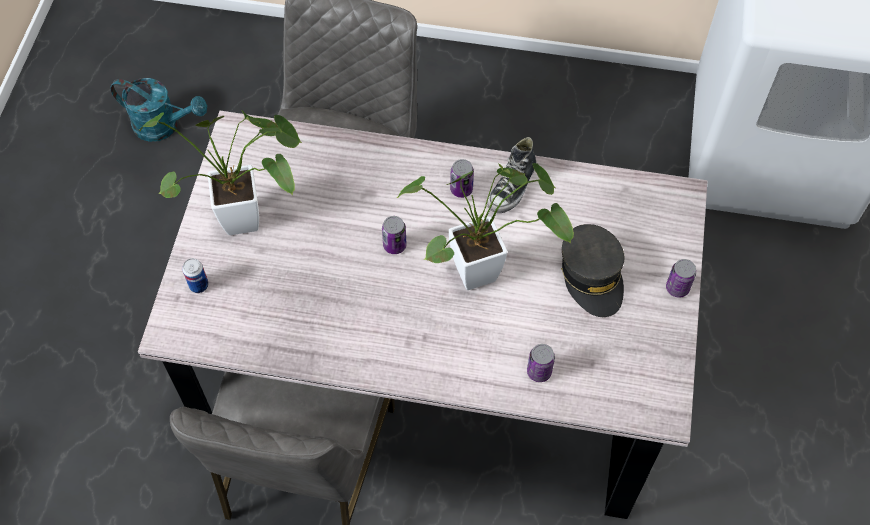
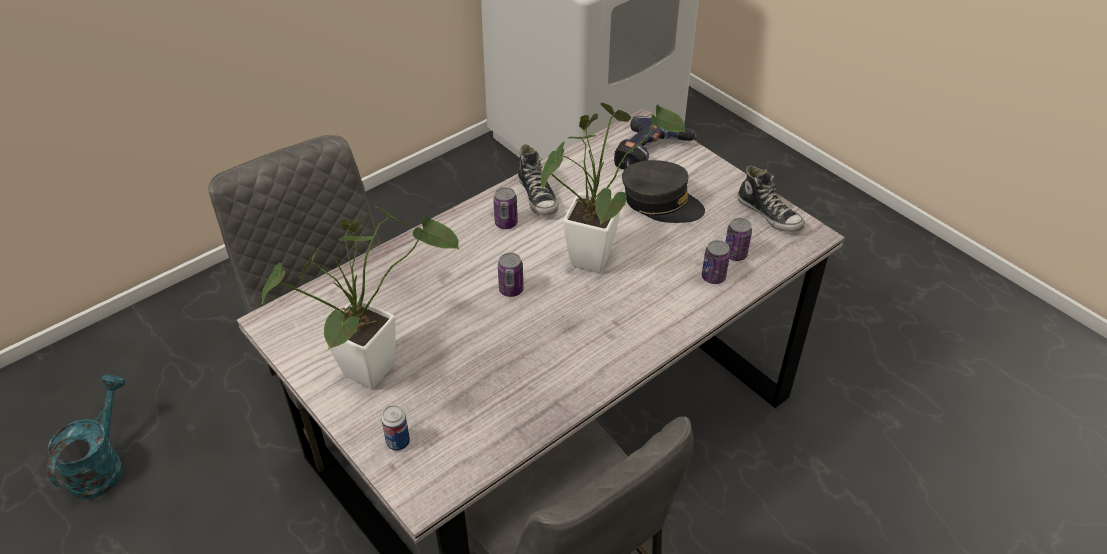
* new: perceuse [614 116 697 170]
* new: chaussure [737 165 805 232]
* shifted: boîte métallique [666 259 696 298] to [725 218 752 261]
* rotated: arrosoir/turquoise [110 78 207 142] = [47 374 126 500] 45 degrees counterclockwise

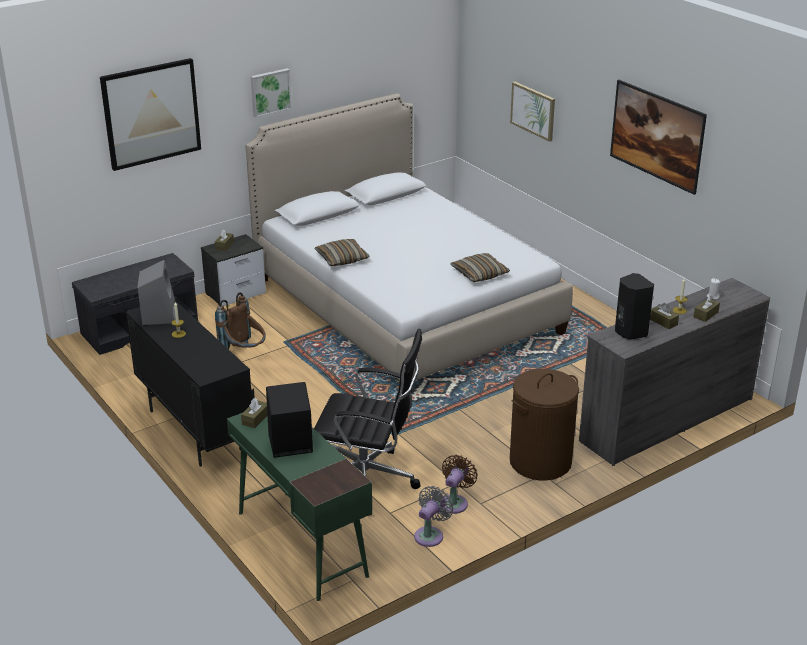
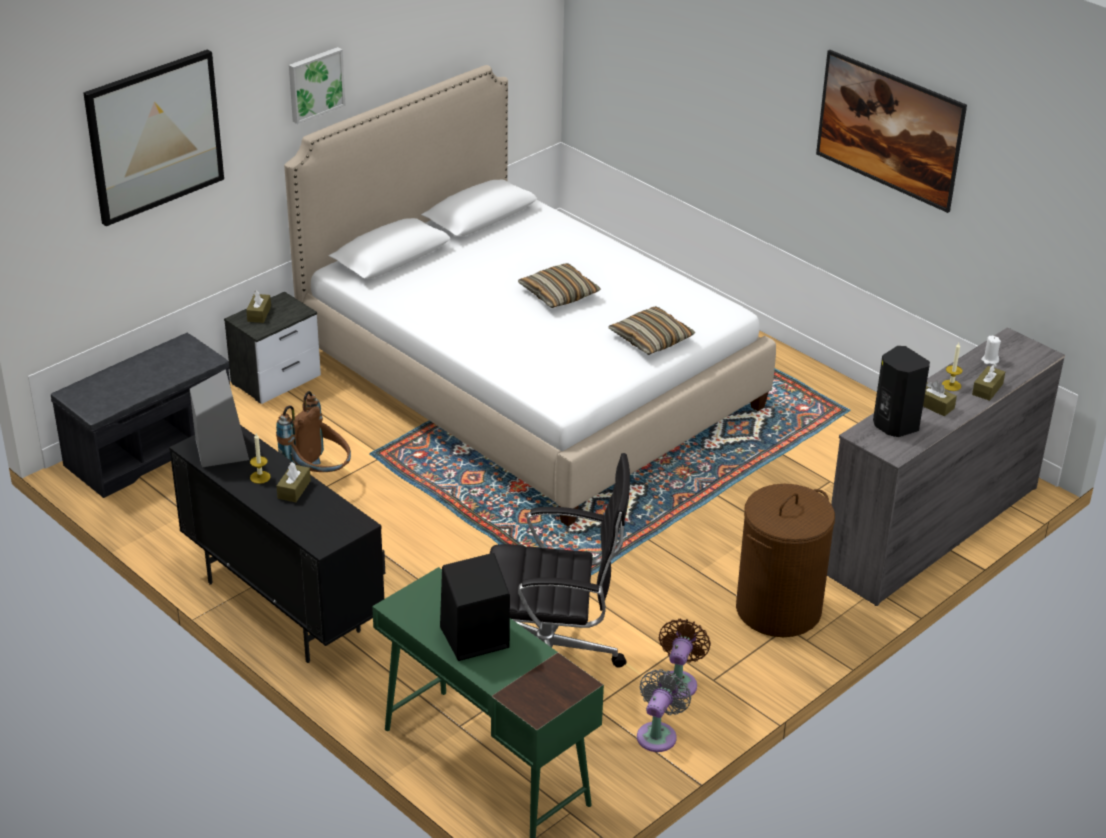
* gone: tableau [510 82 555 142]
* shifted: boîte à mouchoirs/marron [241 398 267 428] to [277 462 311 502]
* shifted: coussin [314 239 369 266] to [518 263 600 308]

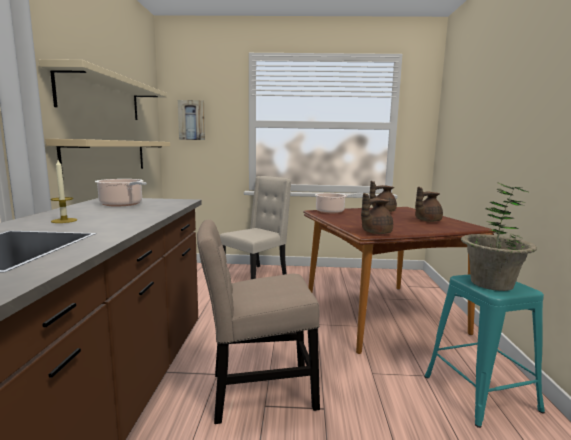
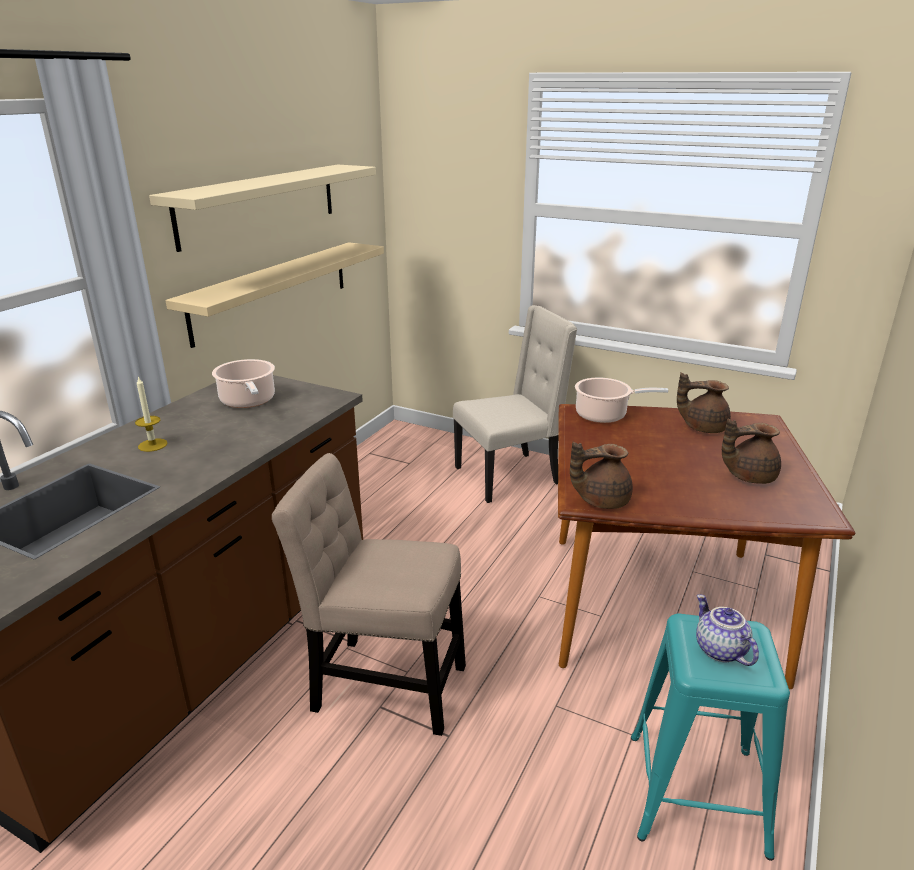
* gone: tableau [178 100 205 140]
* swapped: plante en pot [461 182 537 291] to théière [696 594 759 666]

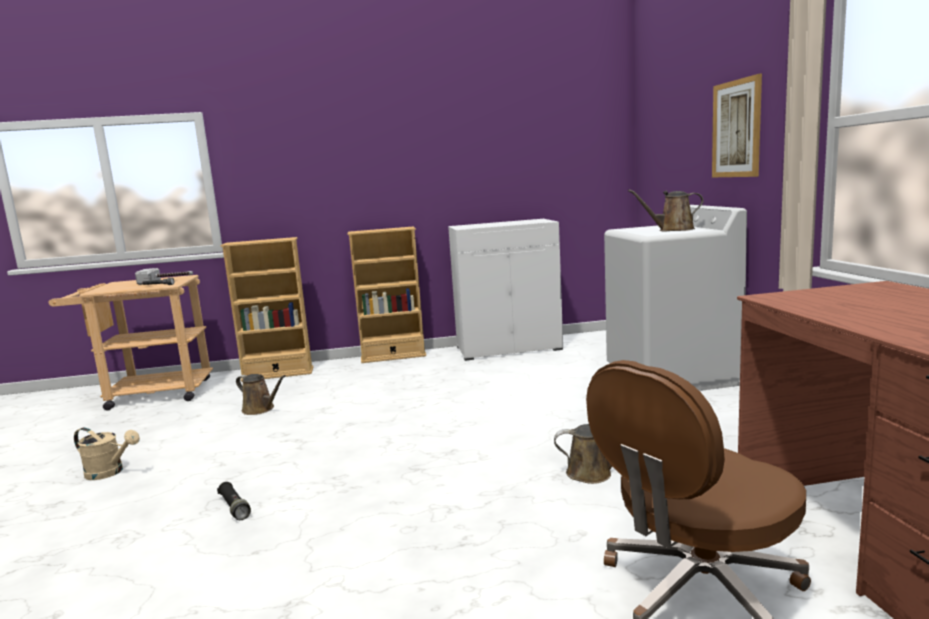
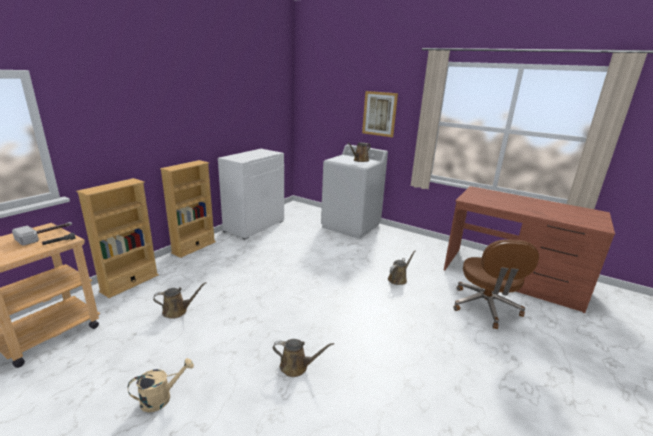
* swapped: lampe de poche/noir [217 482 251 520] to arrosoir/marron [273 339 334 377]

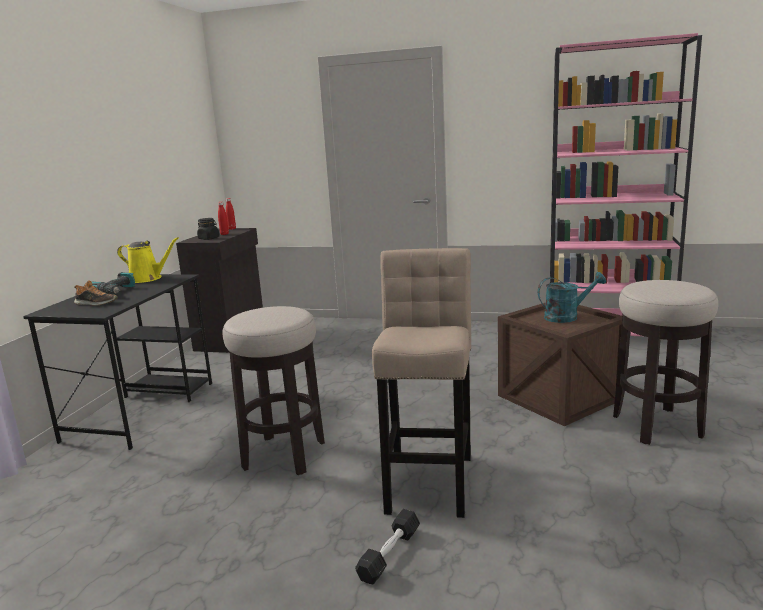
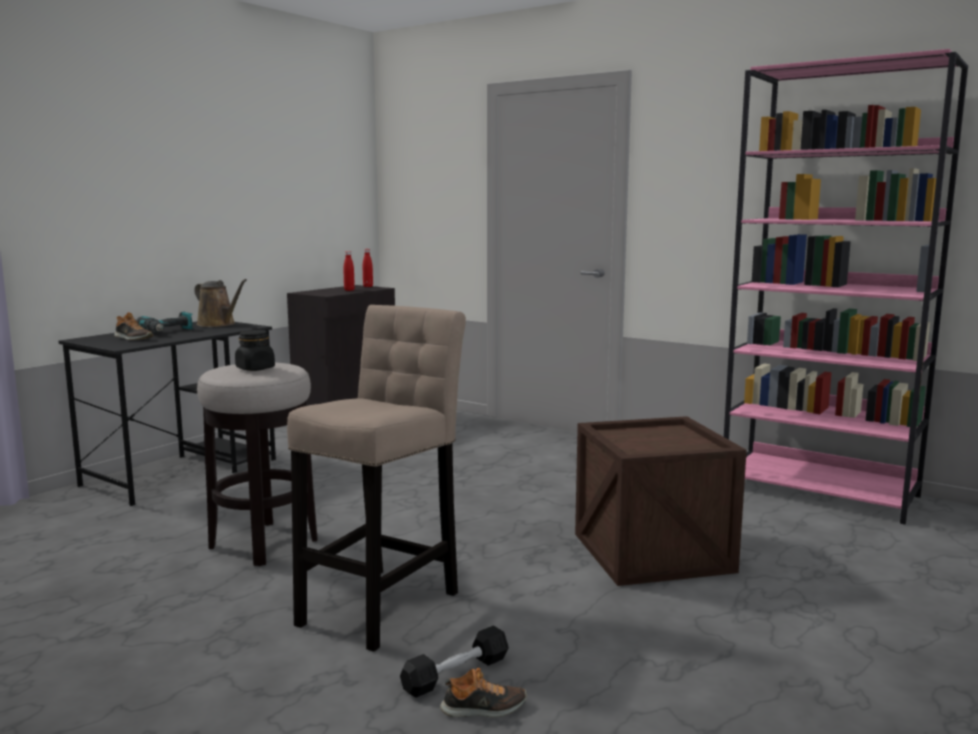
* gone: arrosoir/turquoise [538 272 606 323]
* gone: tabouret [613 280 718 445]
* new: chaussure [440 668 527 717]
* shifted: bocal/noir [197 218 219 240] to [235 330 275 371]
* shifted: haltère/noir [355 509 420 584] to [400 626 509 698]
* repainted: arrosoir/jaune [117 237 179 283] to arrosoir/marron [194 279 247 327]

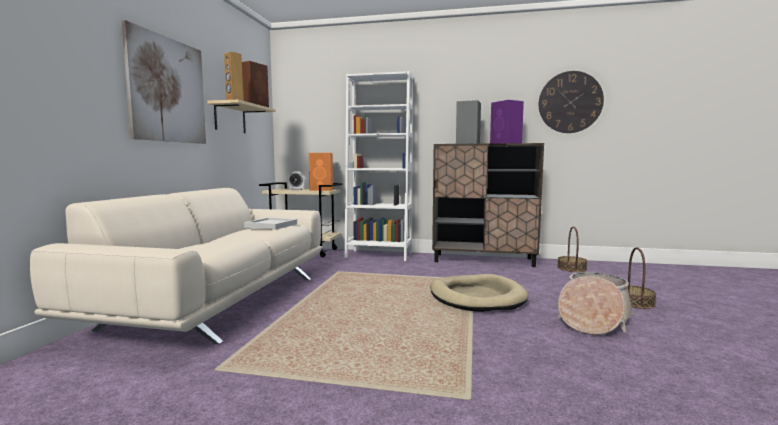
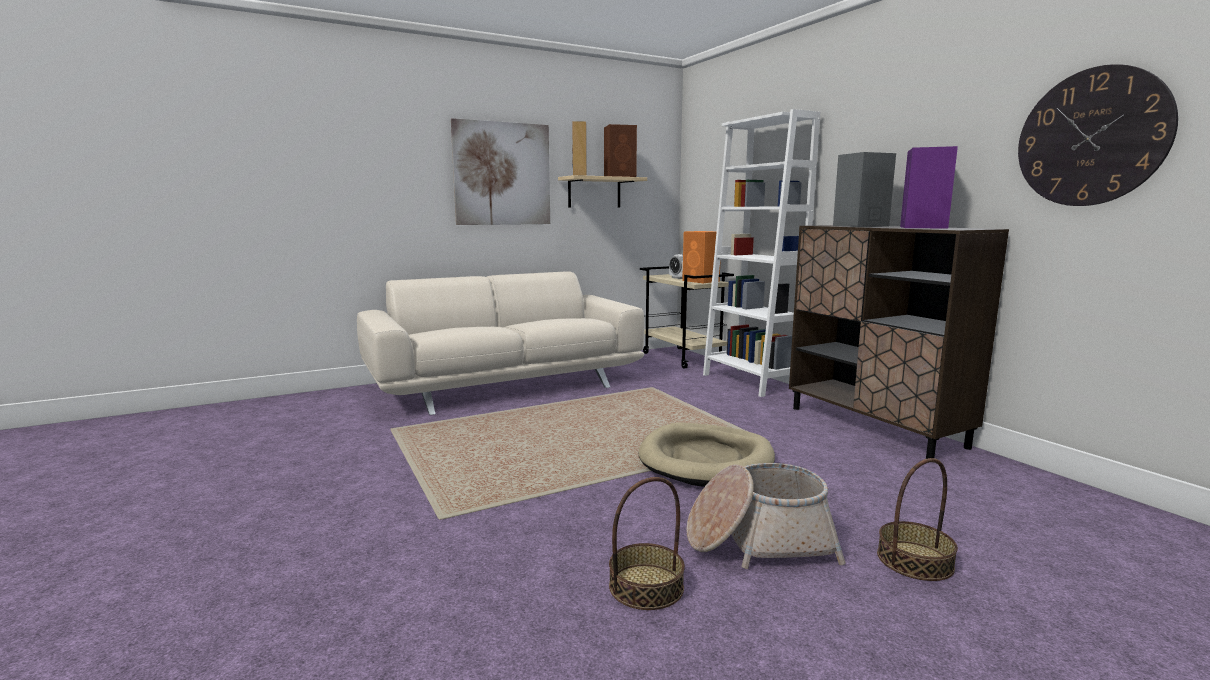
* gone: plateau/blanc [244 217 297 230]
* shifted: panier [557 227 587 272] to [609 477 685 610]

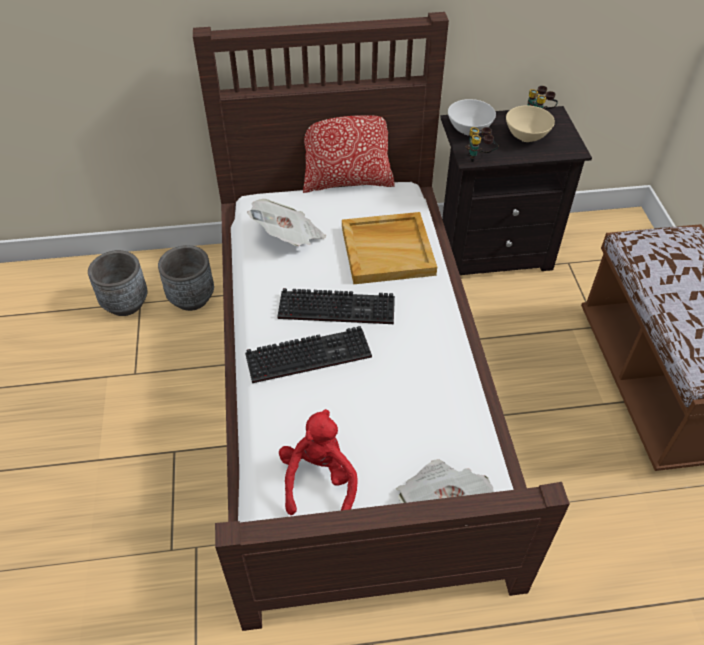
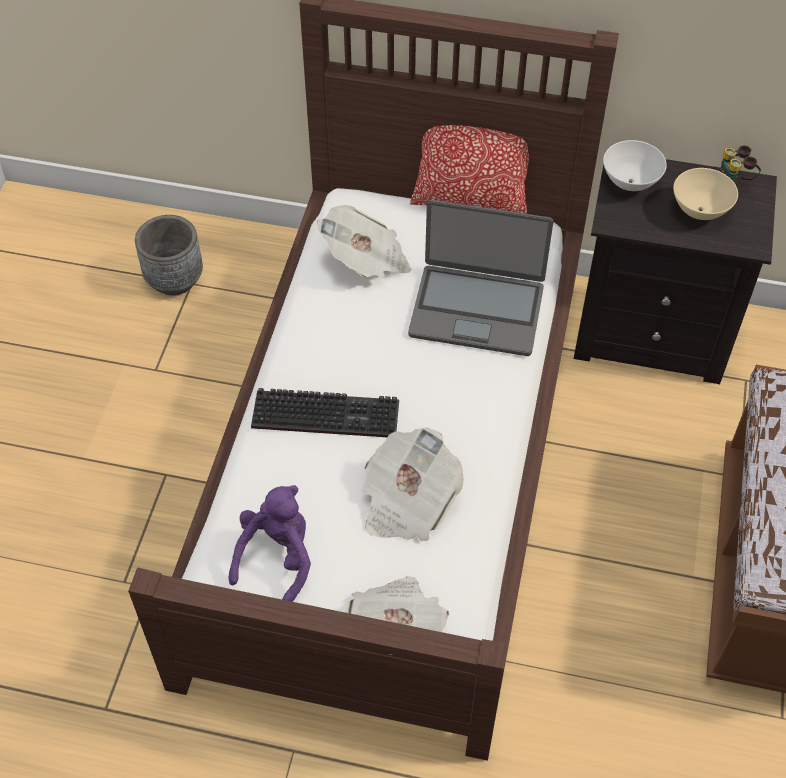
* gone: cache-pot/gris [158 245 214 311]
* gone: clavier [277 288 395 324]
* gone: jumelles [465 127 498 162]
* new: journal [362 428 464 541]
* swapped: plateau/beige [342 212 437 284] to ordinateur portable [408 200 553 356]
* repainted: peluche/rouge [279 409 357 515] to peluche/violet [229 485 311 602]

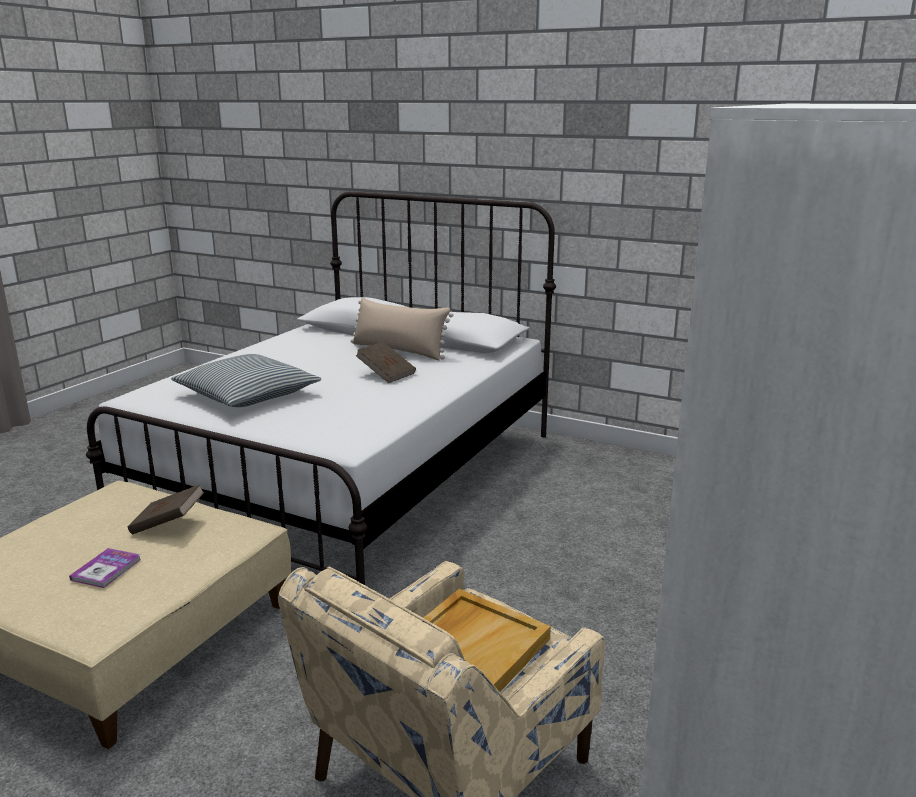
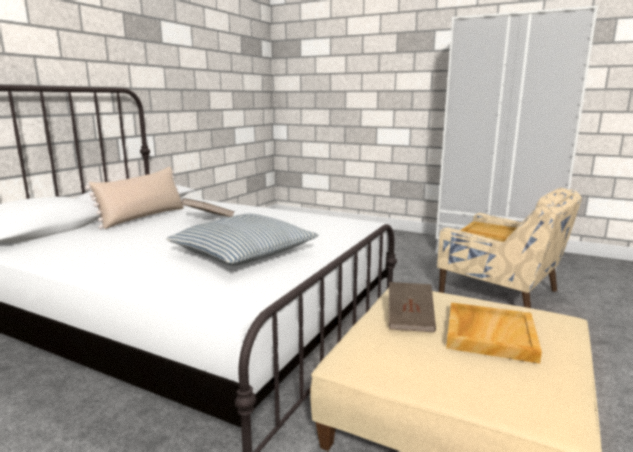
* swapped: livre [69 548 141 588] to plateau/beige [446 302 542 363]

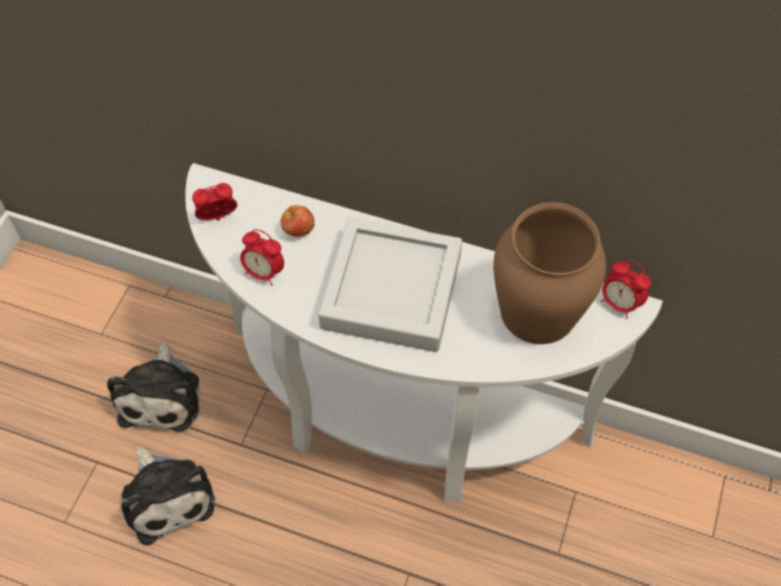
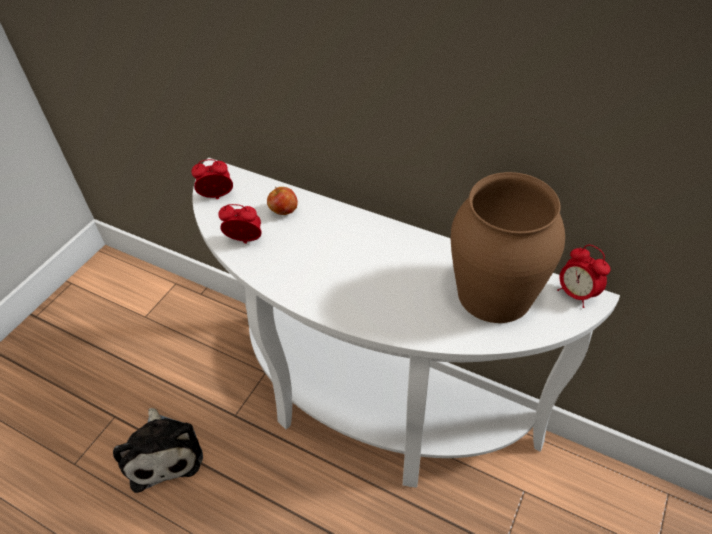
* gone: peluche [107 343 199 432]
* gone: plateau/gris [318 218 462 352]
* rotated: réveil [240 229 284 286] = [218 204 262 243] 150 degrees clockwise

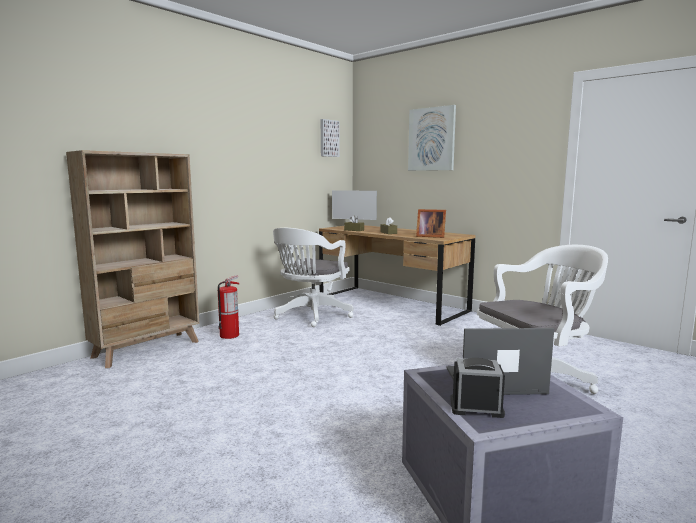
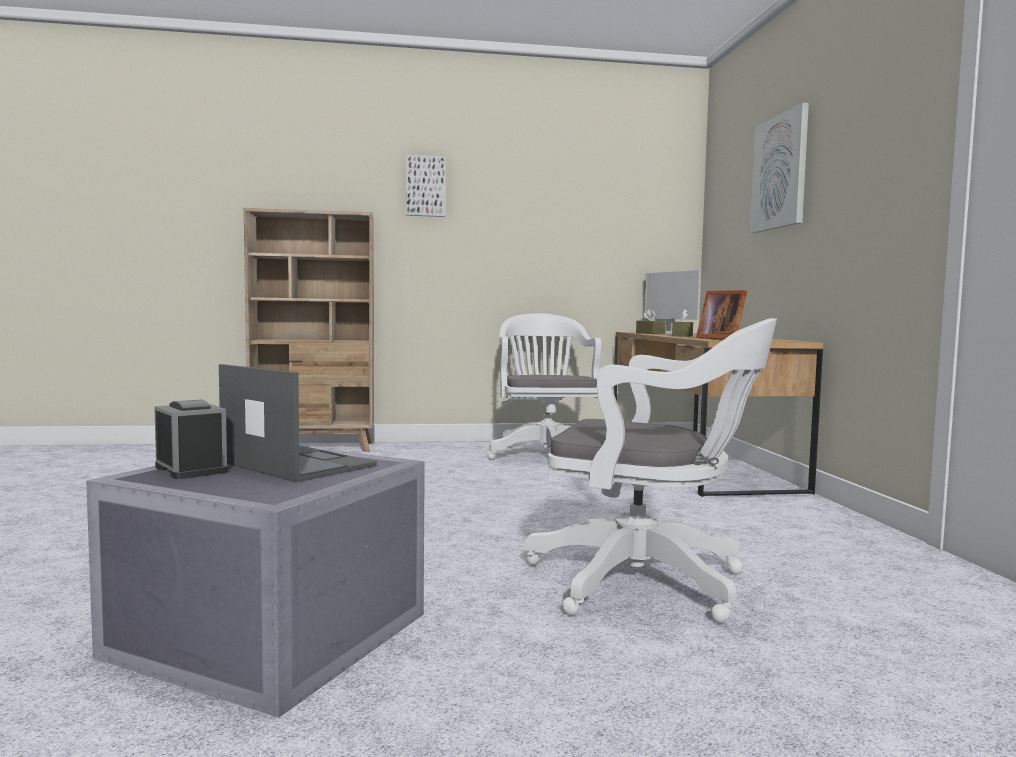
* gone: extincteur [218 275 239 339]
* shifted: tableau [321 119 339 157] to [406 155 446 217]
* rotated: chaise de bureau/blanc [273 228 354 327] = [487 313 601 469] 105 degrees clockwise

